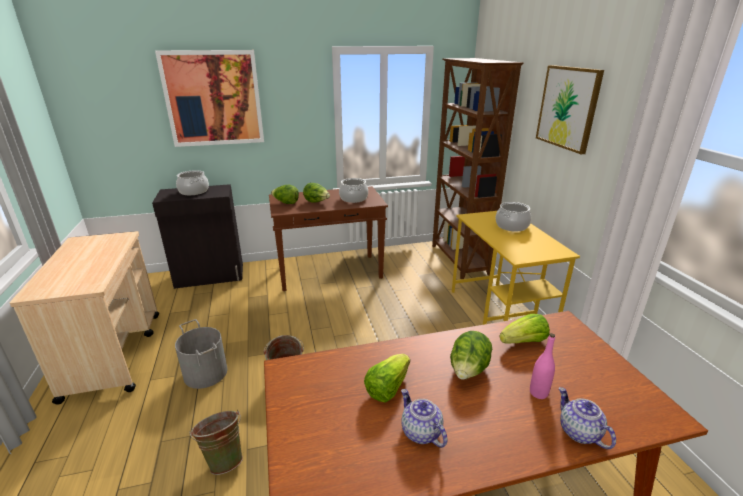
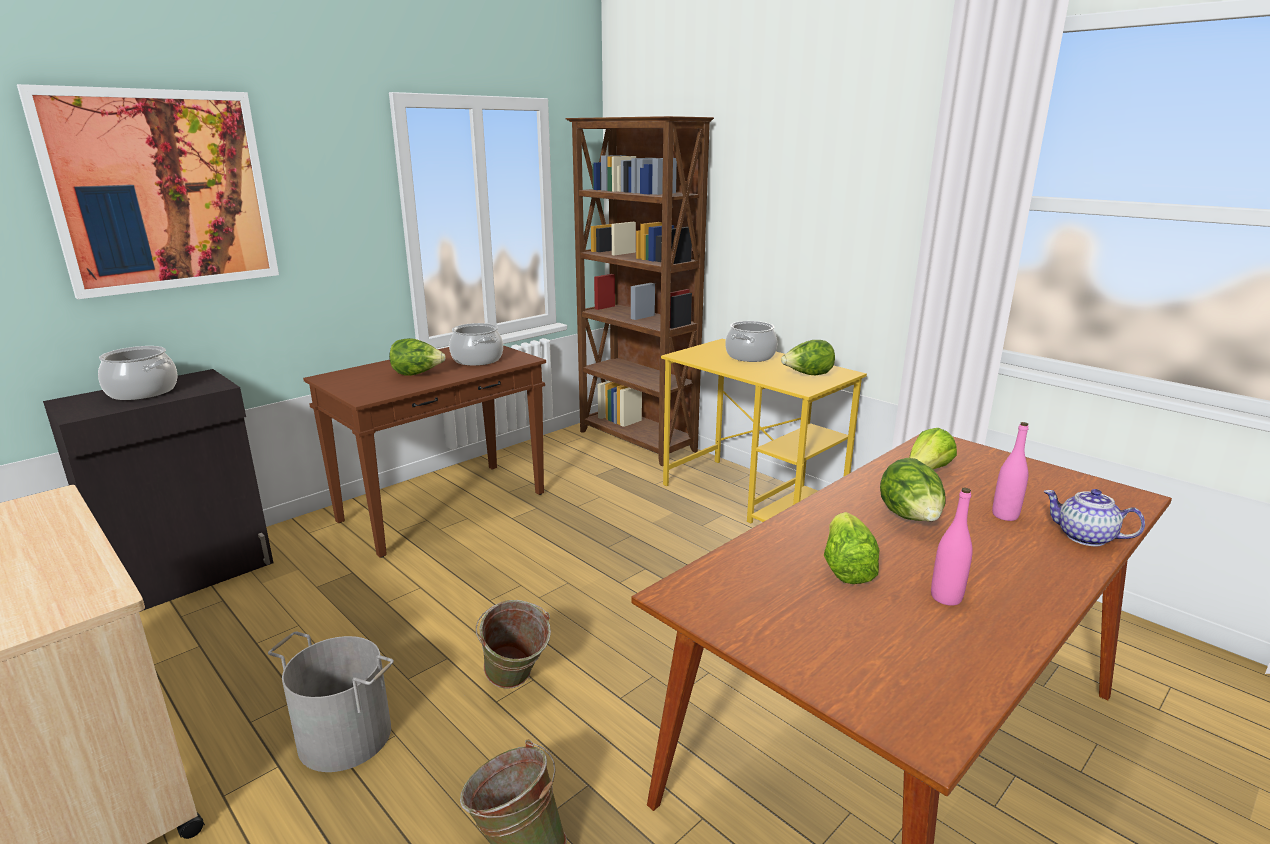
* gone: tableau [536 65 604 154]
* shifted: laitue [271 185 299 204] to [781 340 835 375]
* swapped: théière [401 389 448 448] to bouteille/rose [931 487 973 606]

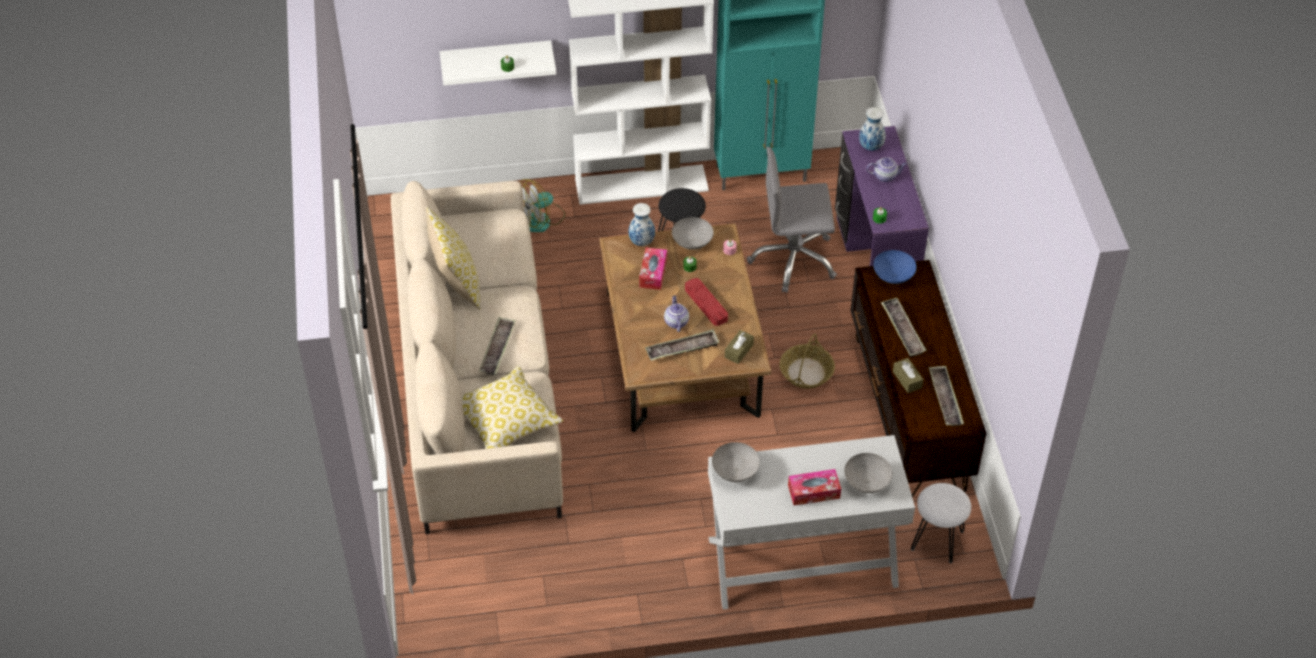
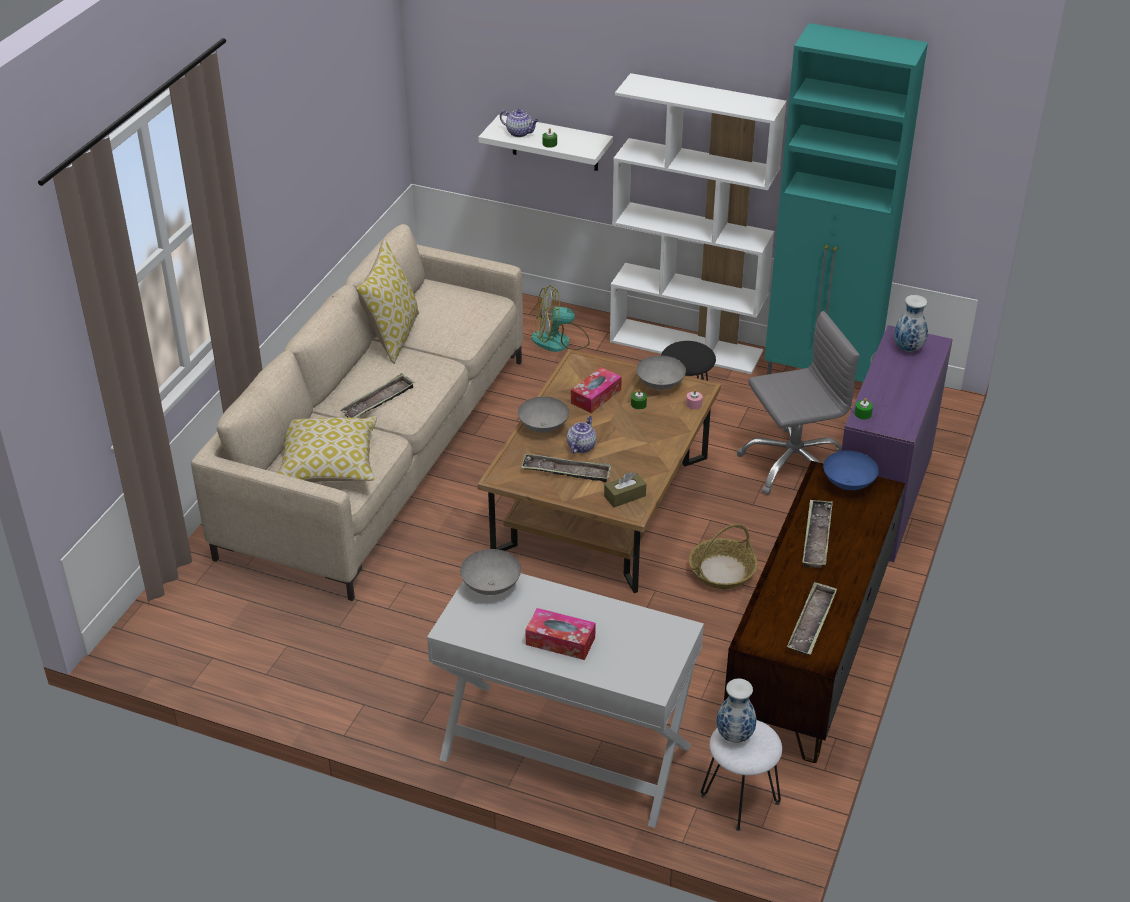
* gone: plateau/rouge [685 278 728 326]
* gone: boîte à mouchoirs/marron [893 358 924 393]
* shifted: vase [629 203 655 246] to [716 679 756 743]
* shifted: bol/gris [844 453 893 493] to [518 397 569 433]
* shifted: théière [866 157 907 182] to [500 109 539 137]
* rotated: chaise de bureau/gris [747 147 837 293] = [737 311 860 495] 135 degrees clockwise

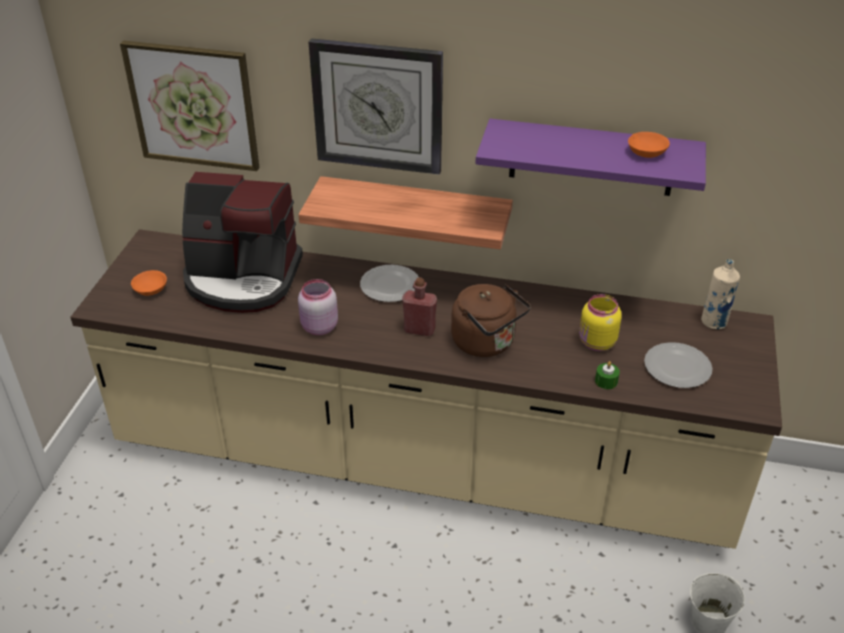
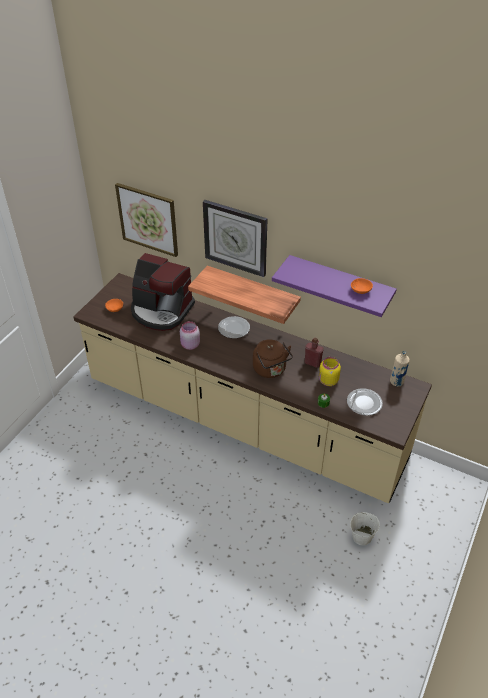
* shifted: bouteille/rouge [402 277 437 336] to [305 338 323 368]

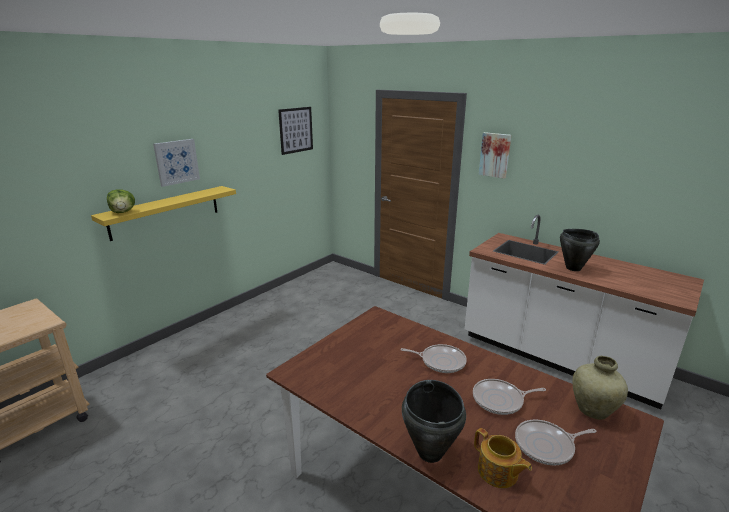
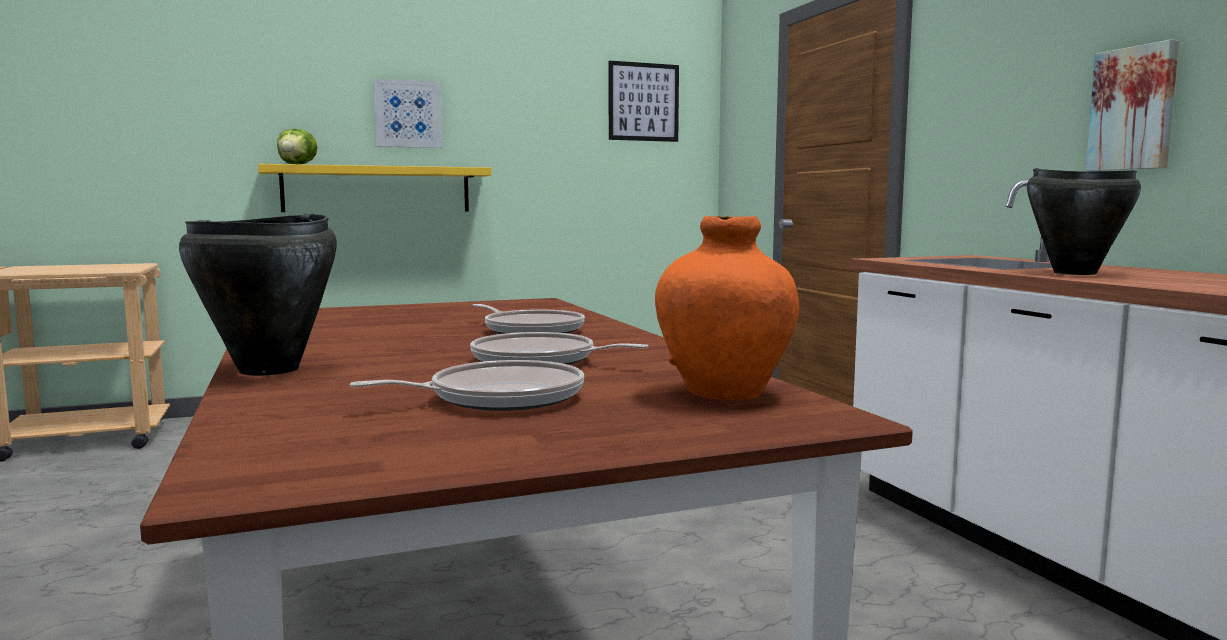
* gone: théière [474 428 532 488]
* shifted: tableau [479 132 511 179] to [1086 39 1179 171]
* repainted: vase/beige [572 356 628 420] to vase/orange [655 216 799 401]
* rotated: poêle [515 419 597 465] = [349 360 584 411] 135 degrees clockwise

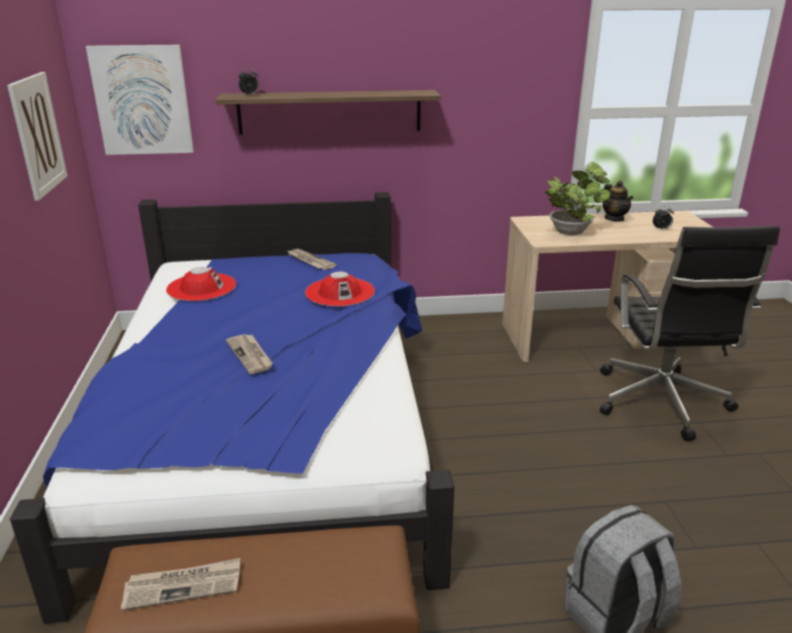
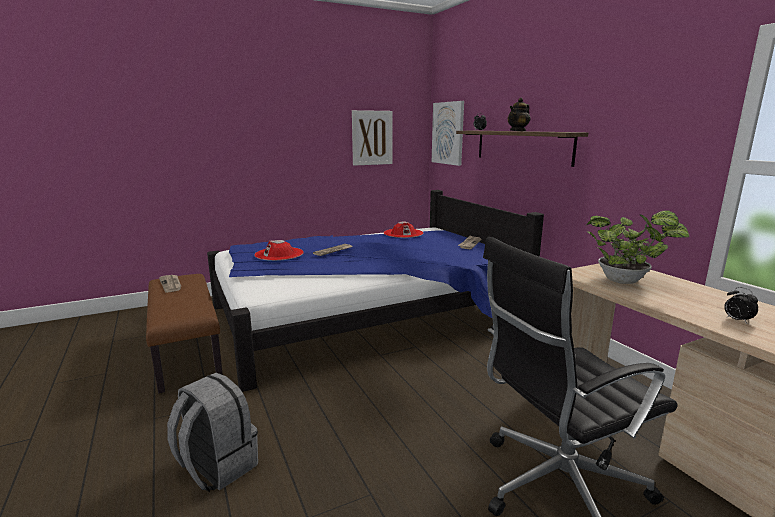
* shifted: chapeau/rouge [305 271 375 306] to [254 240 304 261]
* shifted: théière [602 181 633 222] to [508 98 530 131]

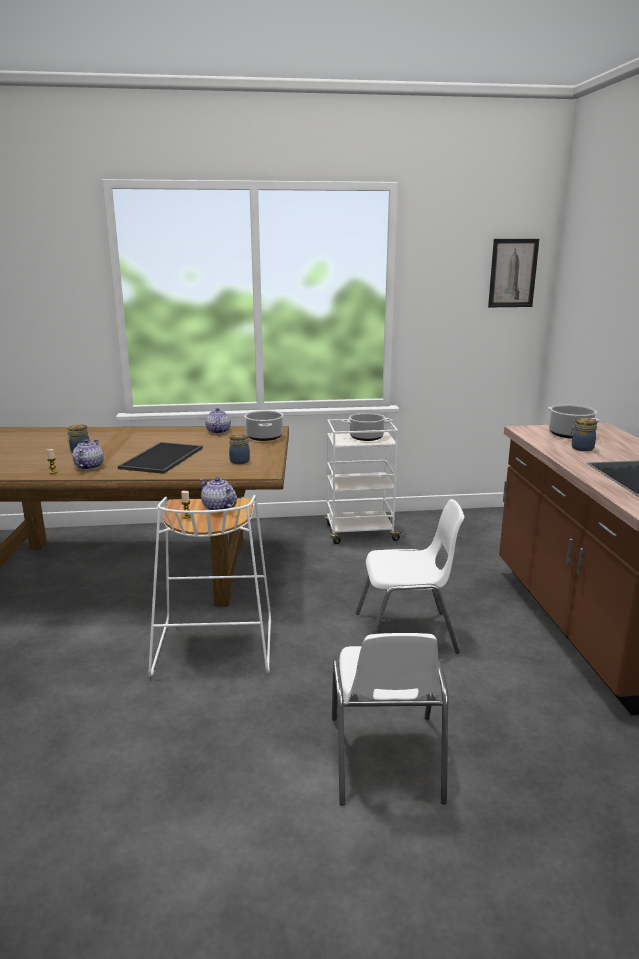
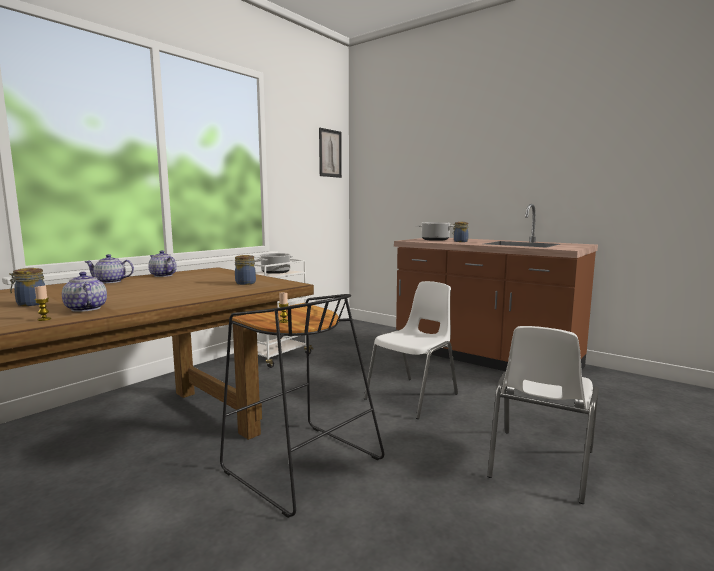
* gone: plateau [118 442 203 474]
* gone: marmite [244 410 284 441]
* shifted: théière [199 477 237 510] to [85 254 134 283]
* repainted: tabouret/blanc [148 495 271 676] to tabouret/noir [220 294 384 518]
* rotated: chaise/blanc [332 633 448 806] = [487 326 599 504] 75 degrees clockwise

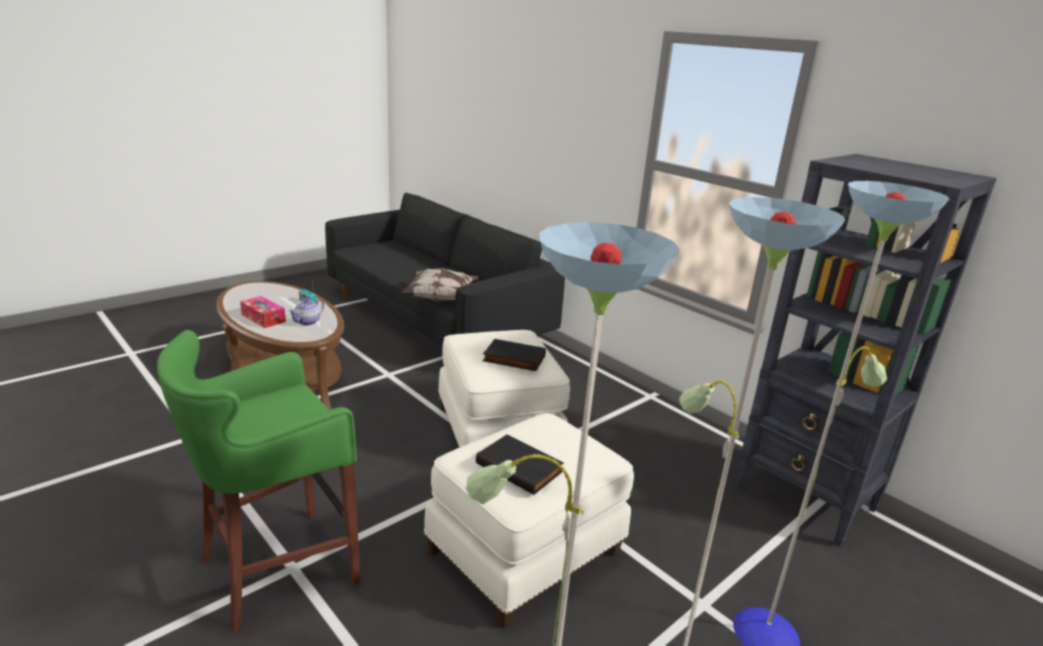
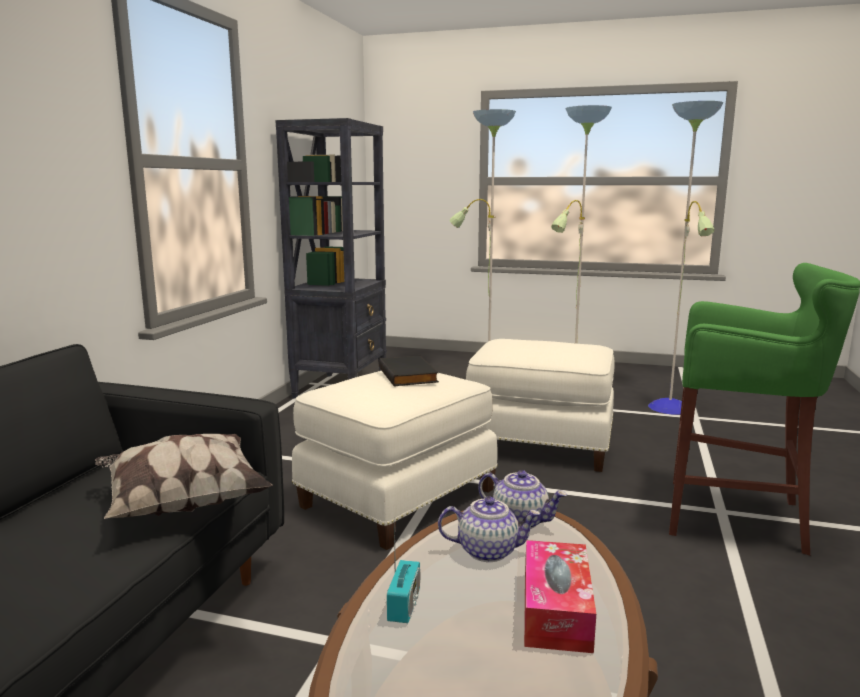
* gone: livre/noir [476 434 564 495]
* new: théière [478 470 567 529]

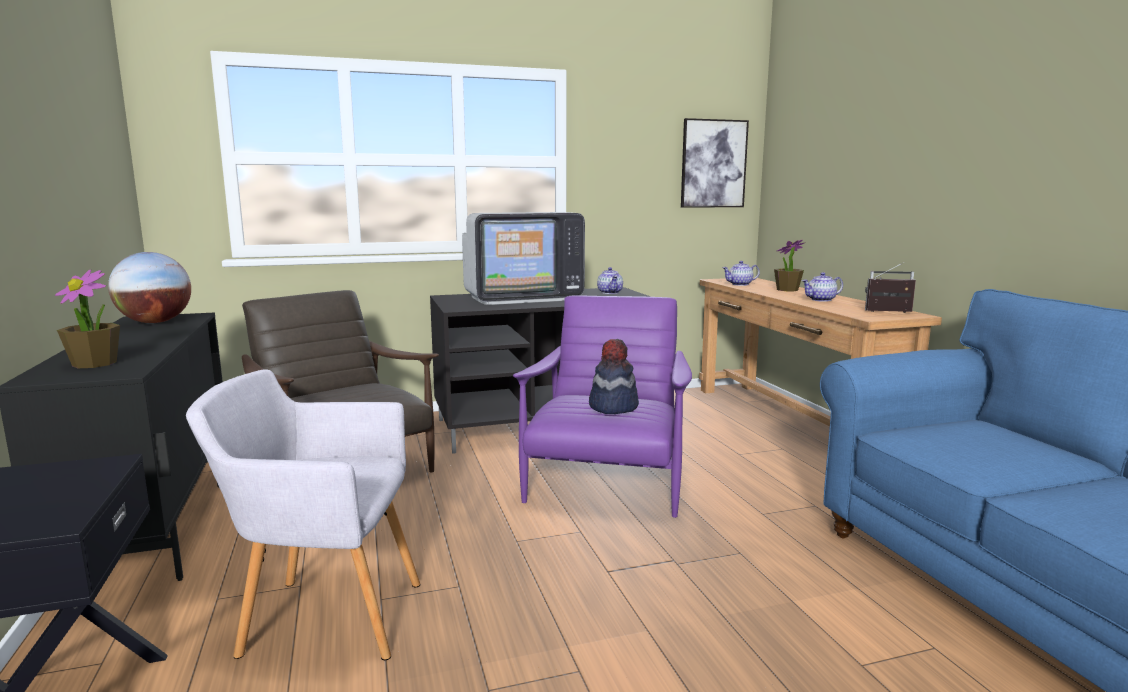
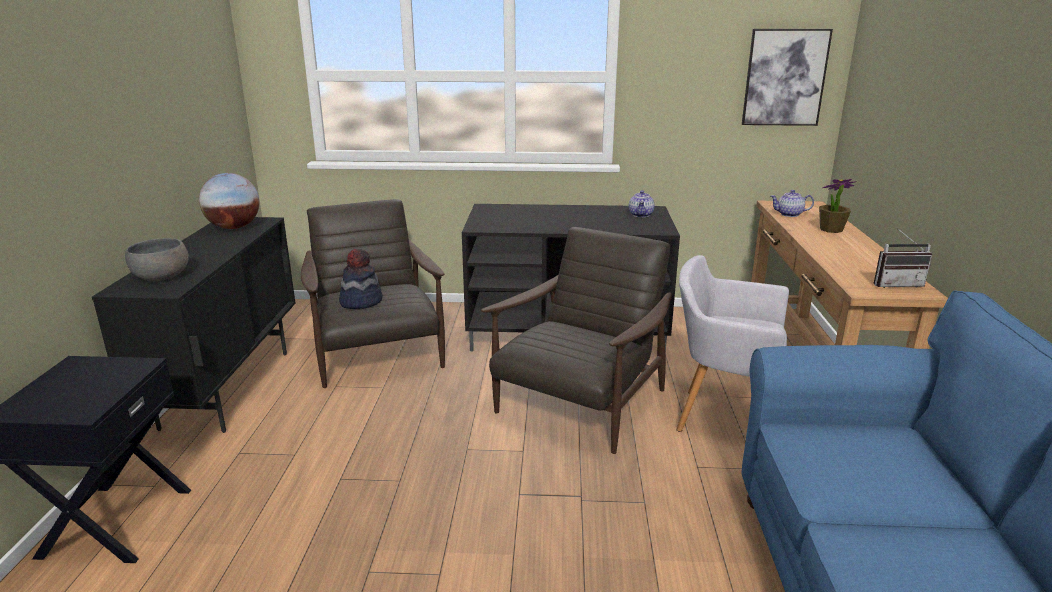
* gone: téléviseur [462 212 585 305]
* gone: théière [802 272 843 302]
* shifted: fauteuil/gris [186 370 421 660] to [676 255 789 431]
* shifted: chapeau [589 339 639 414] to [339 249 382 309]
* swapped: plante en pot [55 270 120 368] to bol/gris [125 238 189 282]
* repainted: fauteuil/violet [513 295 692 518] to fauteuil/marron [481 227 672 454]
* rotated: radio [865 262 916 313] = [874 227 932 288] 150 degrees clockwise

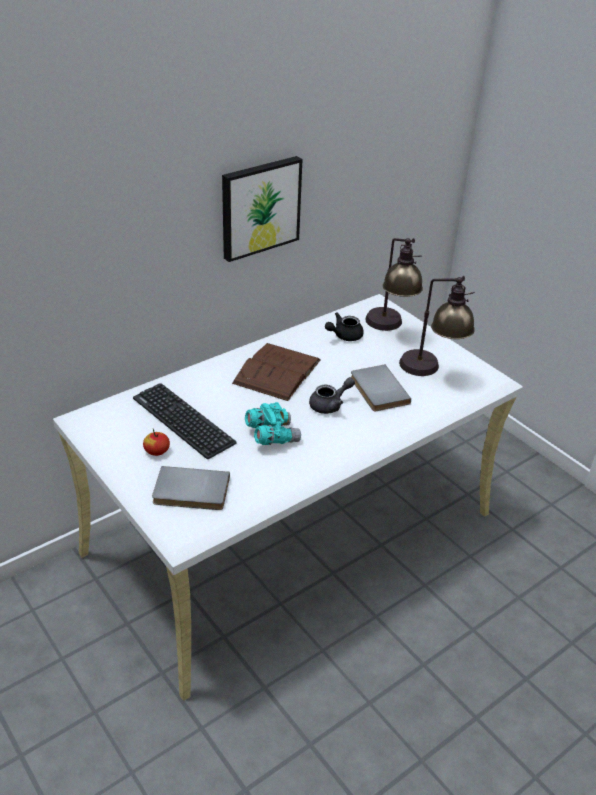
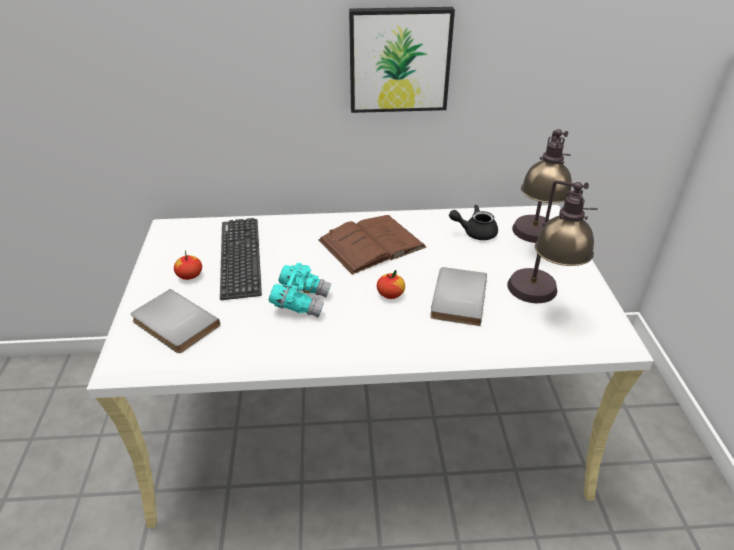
* swapped: théière/gris [309 377 355 414] to pomme [377 270 405 299]

